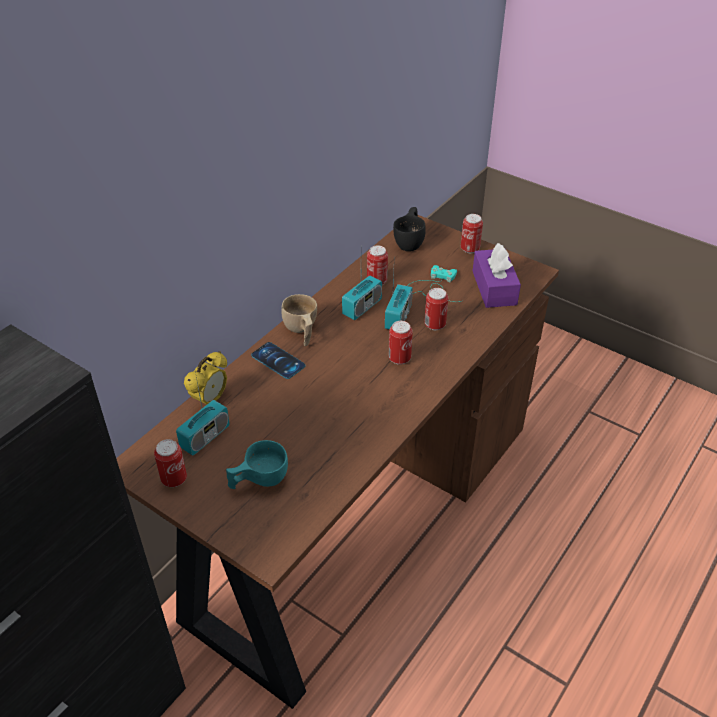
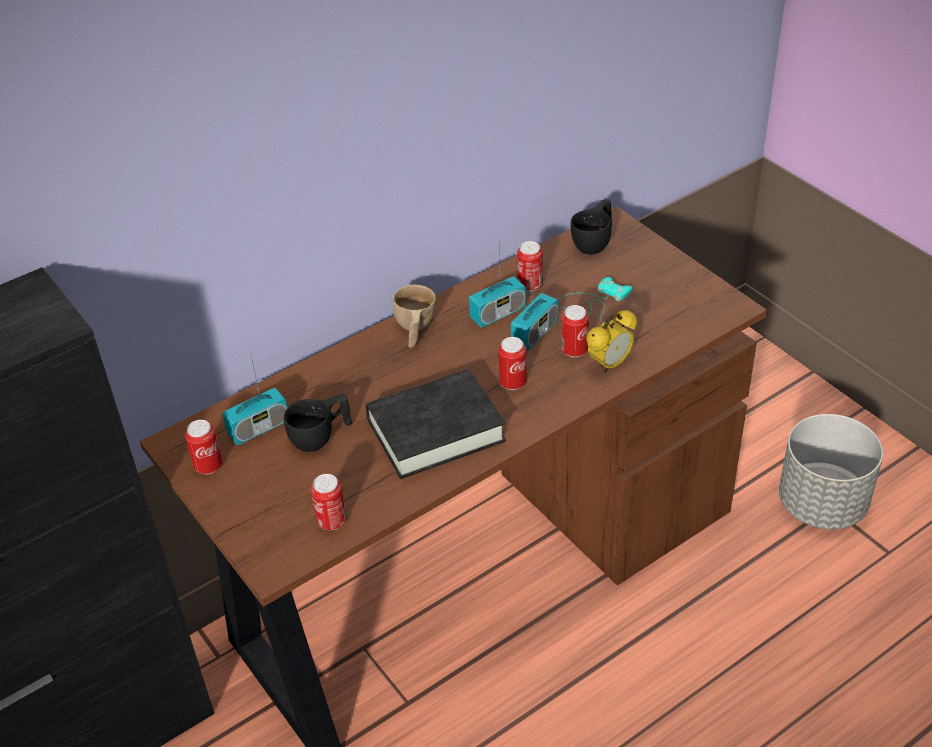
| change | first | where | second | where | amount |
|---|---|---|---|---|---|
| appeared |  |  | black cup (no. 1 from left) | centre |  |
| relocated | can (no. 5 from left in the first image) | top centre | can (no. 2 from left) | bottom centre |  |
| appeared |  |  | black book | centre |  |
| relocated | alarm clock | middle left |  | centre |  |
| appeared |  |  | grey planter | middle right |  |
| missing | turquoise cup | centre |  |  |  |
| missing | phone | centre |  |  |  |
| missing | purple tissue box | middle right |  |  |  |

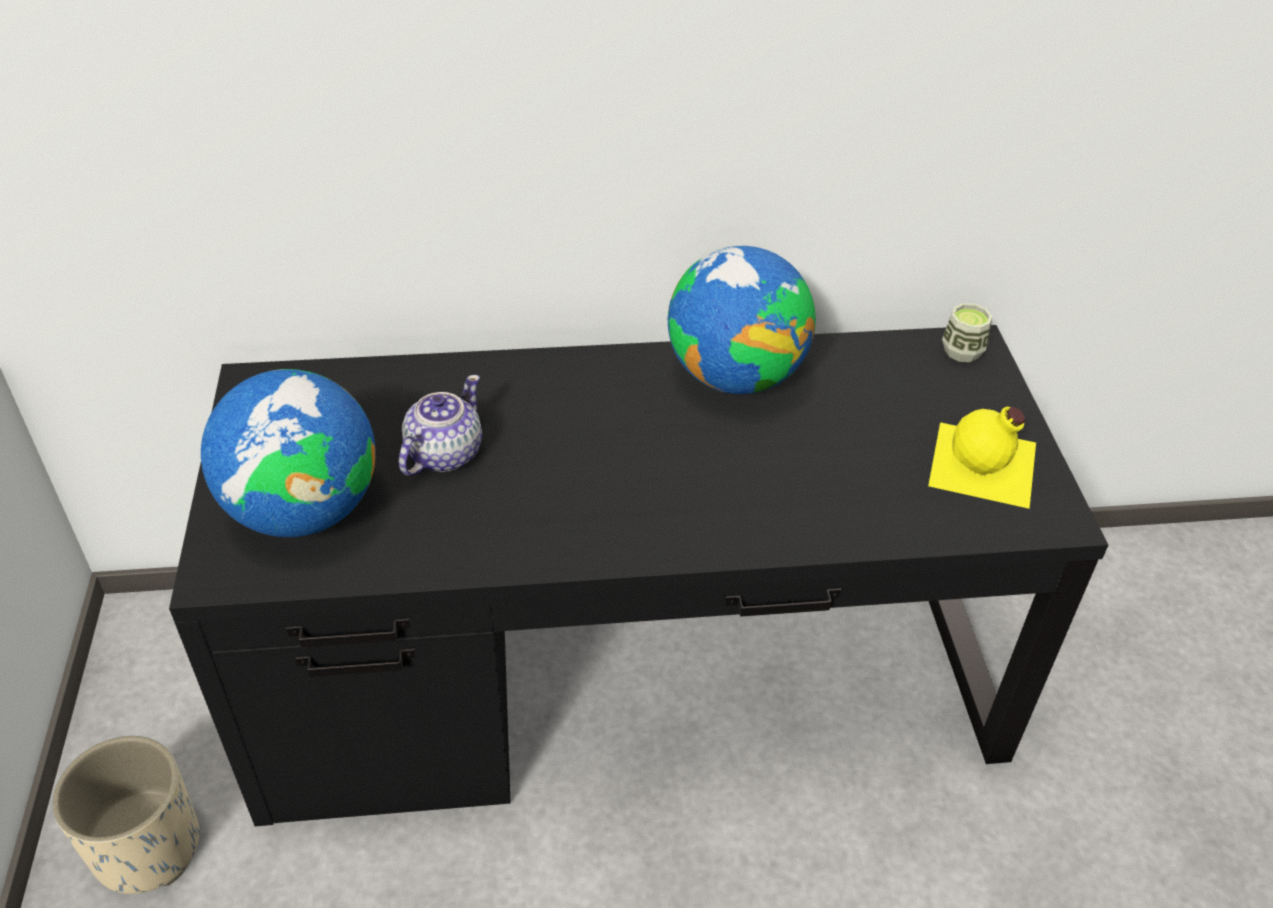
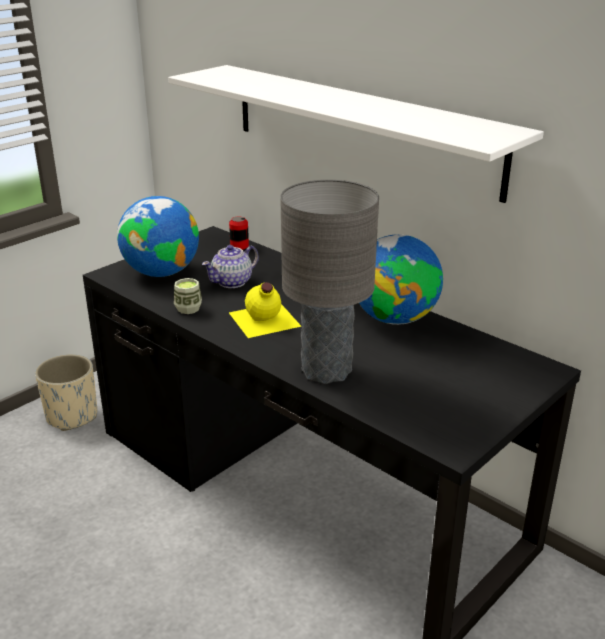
| change | first | where | second | where | amount |
|---|---|---|---|---|---|
| appeared |  |  | white shelf | top centre |  |
| relocated | cup | middle right |  | middle left |  |
| spun | teapot | centre |  | centre | 150 degrees clockwise |
| appeared |  |  | can | centre |  |
| relocated | yellow bottle | middle right |  | centre |  |
| appeared |  |  | grey table lamp | centre |  |

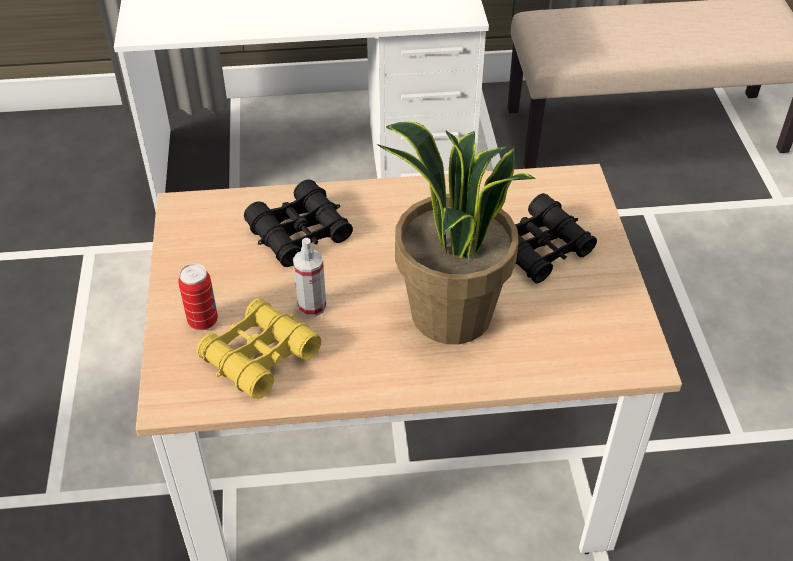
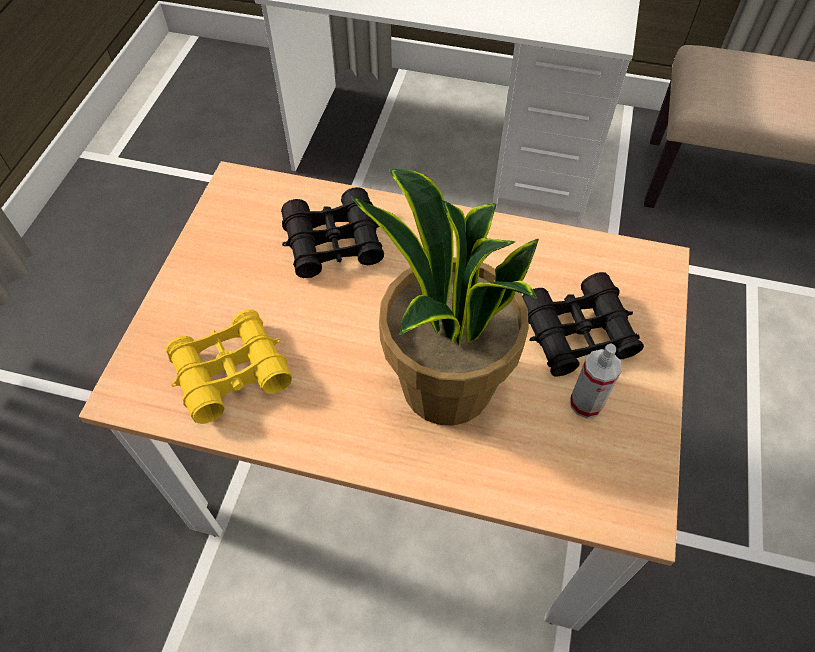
| change | first | where | second | where | amount |
|---|---|---|---|---|---|
| relocated | spray bottle | centre |  | middle right |  |
| missing | can | middle left |  |  |  |

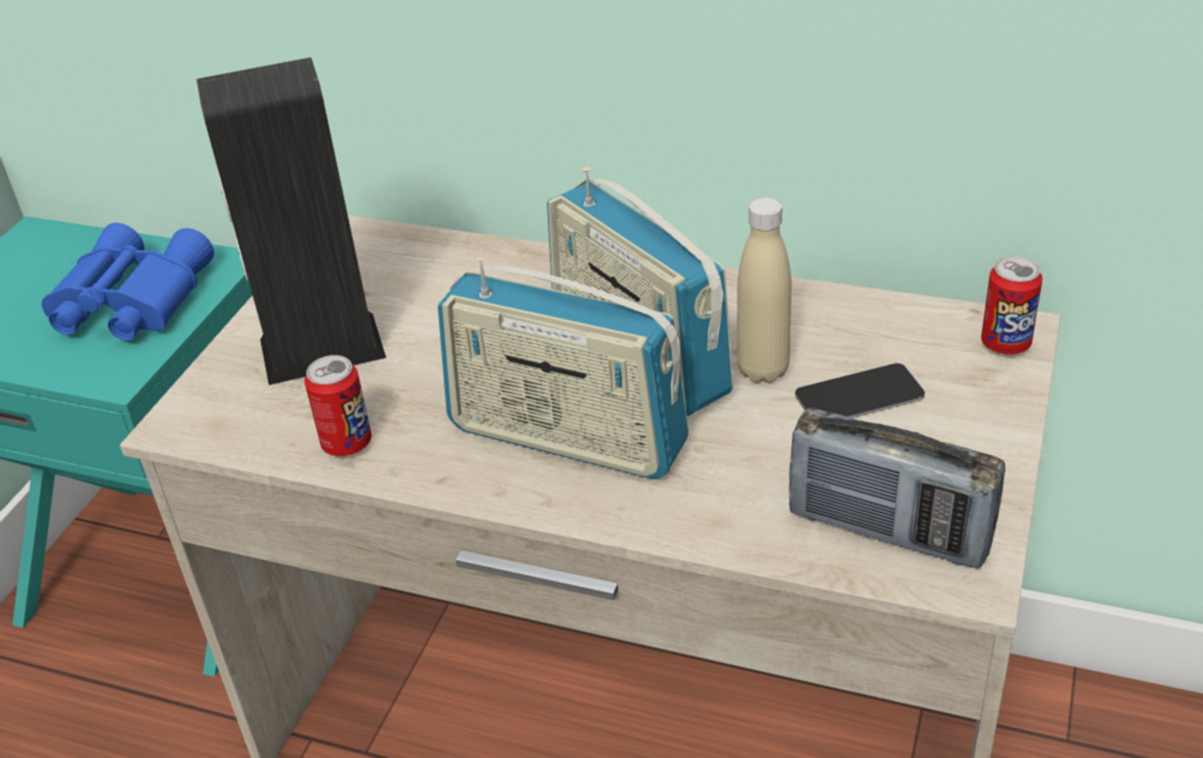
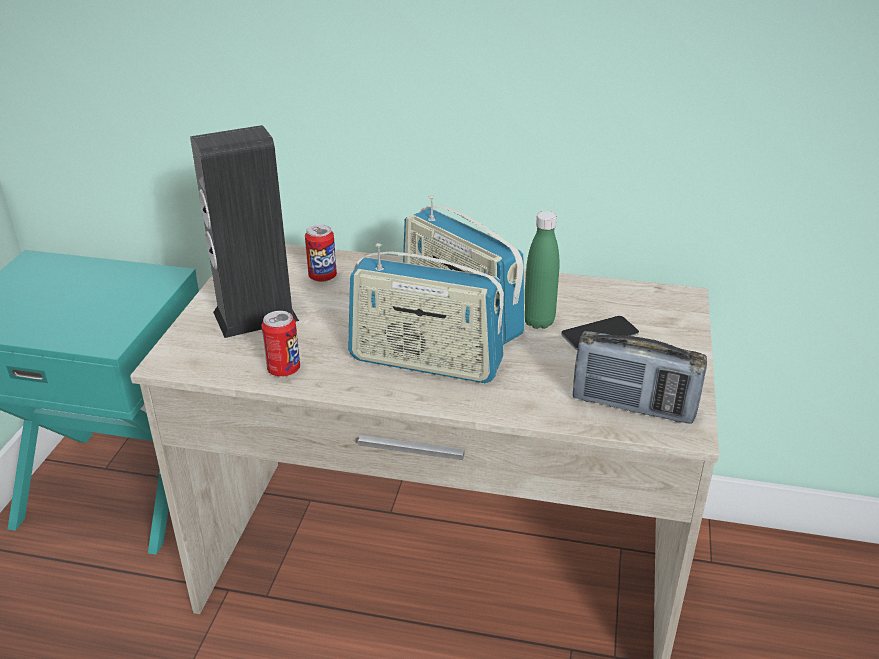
| change | first | where | second | where | amount |
|---|---|---|---|---|---|
| relocated | can (no. 2 from left) | middle right |  | centre |  |
| colour | beige bottle | centre | green bottle | centre |  |
| missing | blue binoculars | middle left |  |  |  |

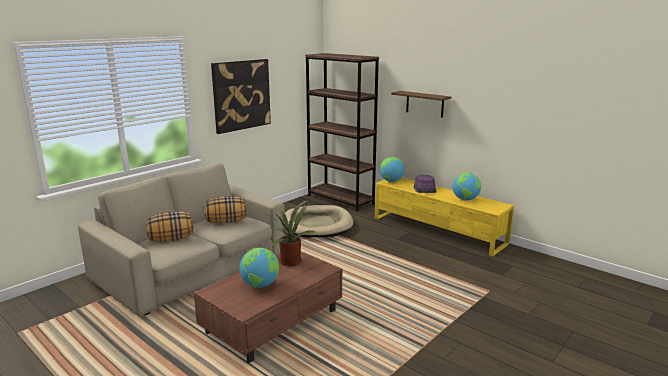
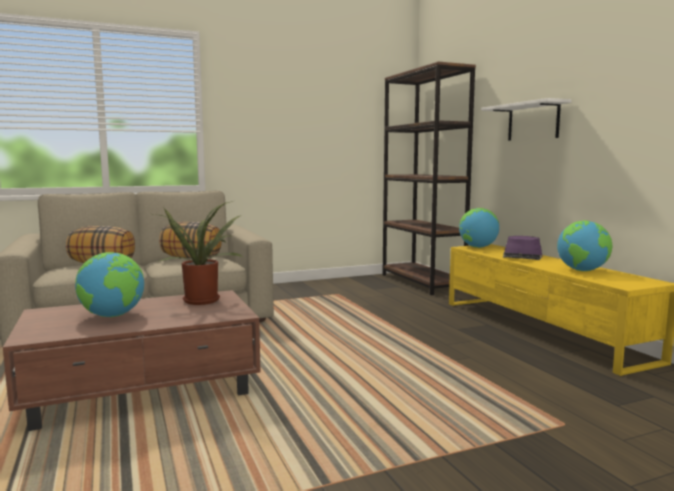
| change | first | where | second | where | amount |
|---|---|---|---|---|---|
| colour | brown shelf | top centre | white shelf | top right |  |
| missing | picture | top centre |  |  |  |
| missing | beige dog bed | centre |  |  |  |

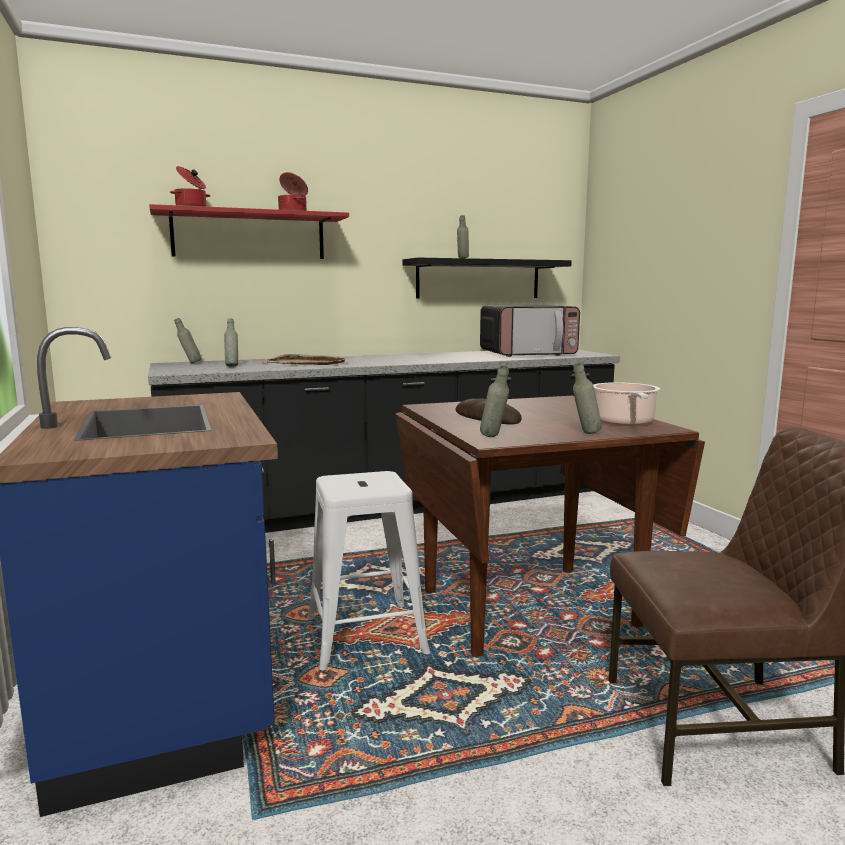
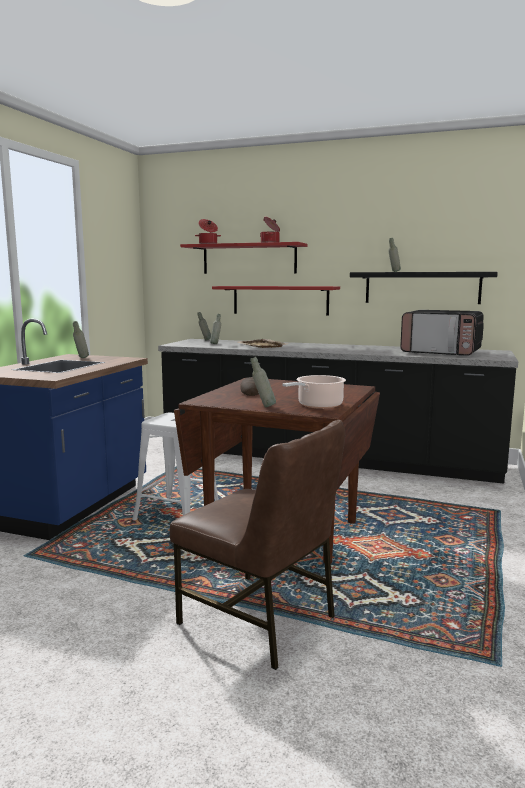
| change | first | where | second | where | amount |
|---|---|---|---|---|---|
| relocated | grey bottle (no. 4 from left in the first image) | centre | grey bottle (no. 1 from left) | middle left |  |
| appeared |  |  | red shelf (no. 2 from left) | centre |  |

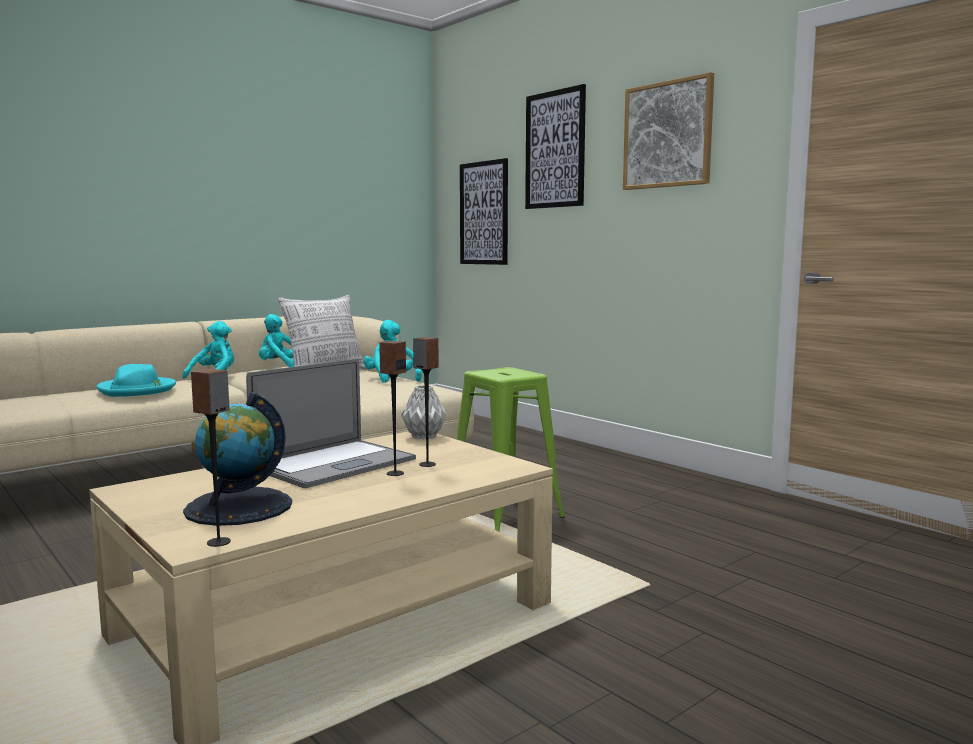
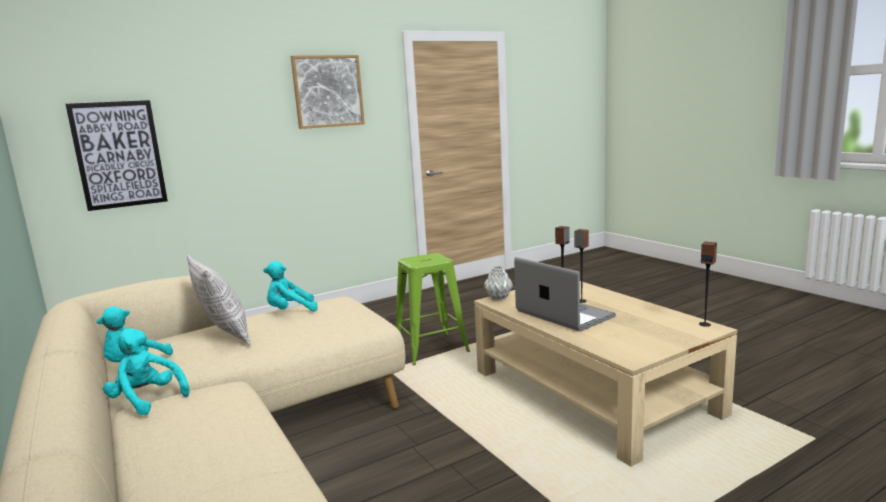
| change | first | where | second | where | amount |
|---|---|---|---|---|---|
| missing | turquoise hat | middle left |  |  |  |
| missing | globe | middle left |  |  |  |
| missing | picture (no. 2 from left) | top centre |  |  |  |

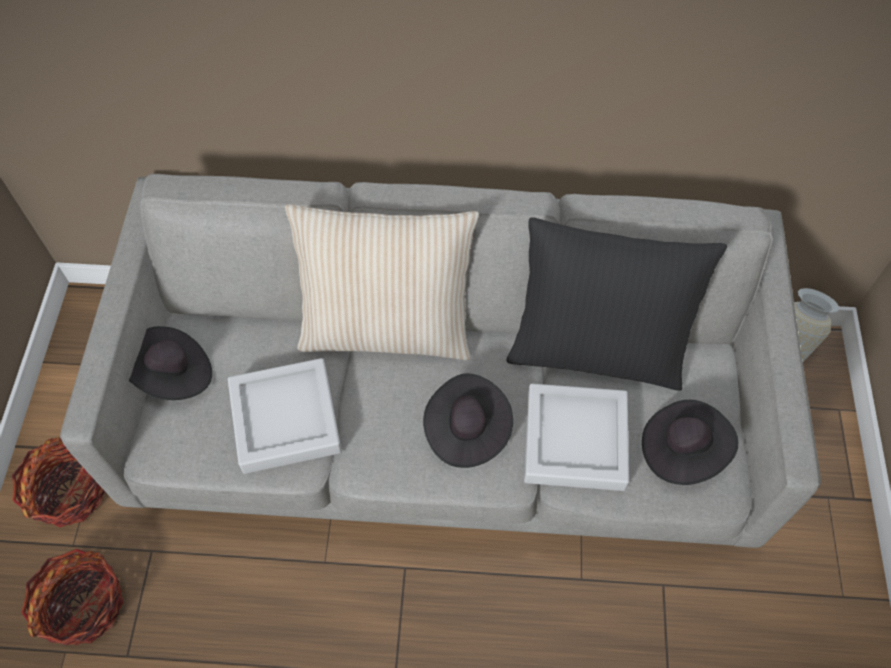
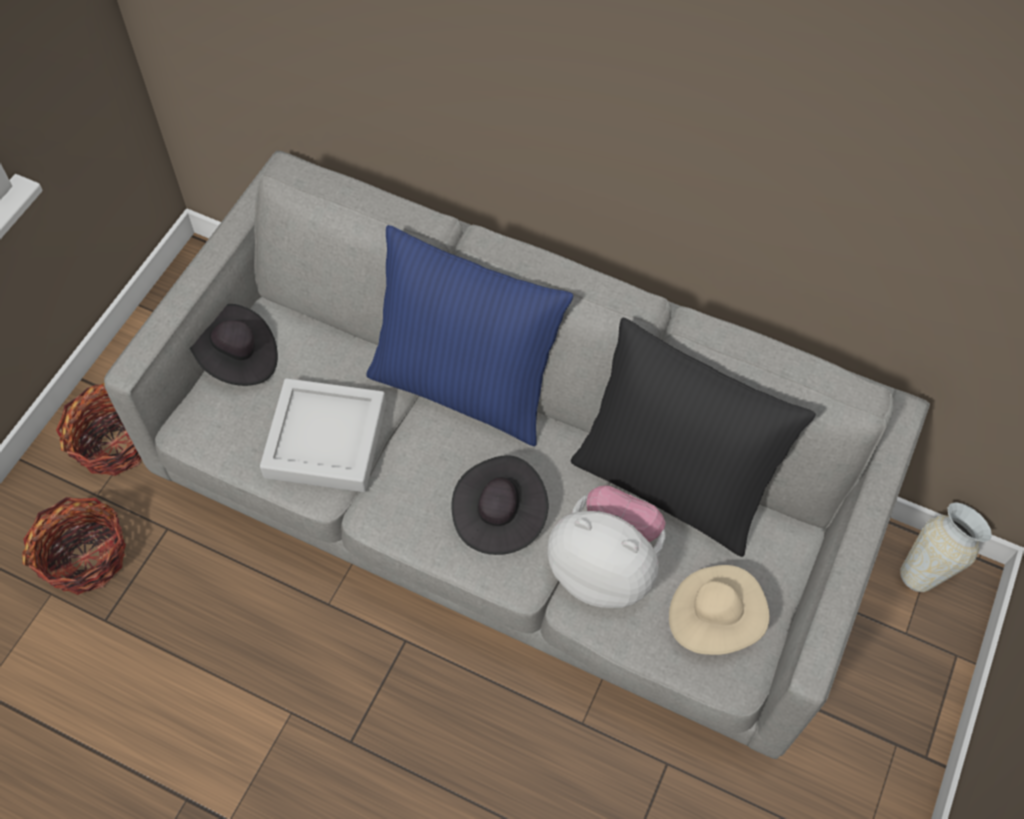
| change | first | where | second | where | amount |
|---|---|---|---|---|---|
| colour | beige pillow | centre | blue pillow | centre |  |
| exchanged | grey tray (no. 2 from left) | centre | plush toy | bottom centre |  |
| colour | black hat (no. 3 from left) | middle right | beige hat | bottom right |  |

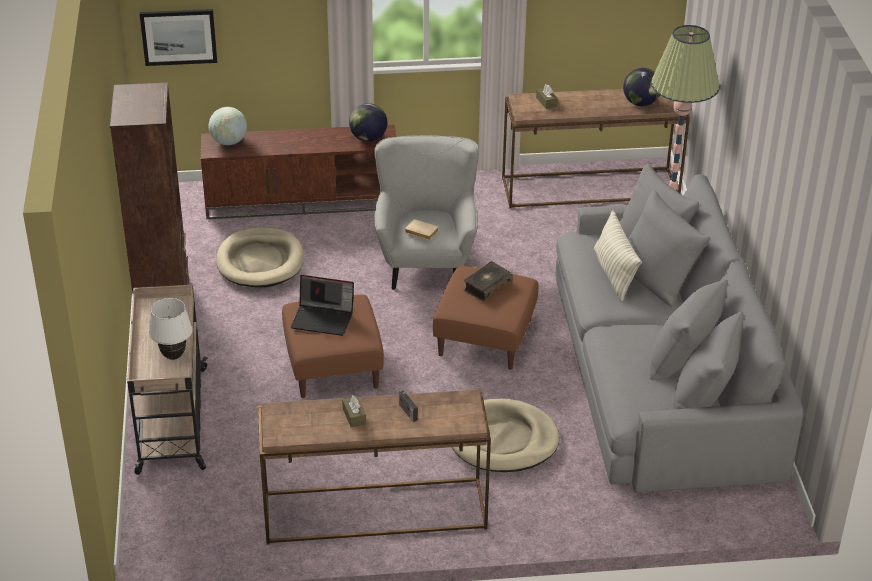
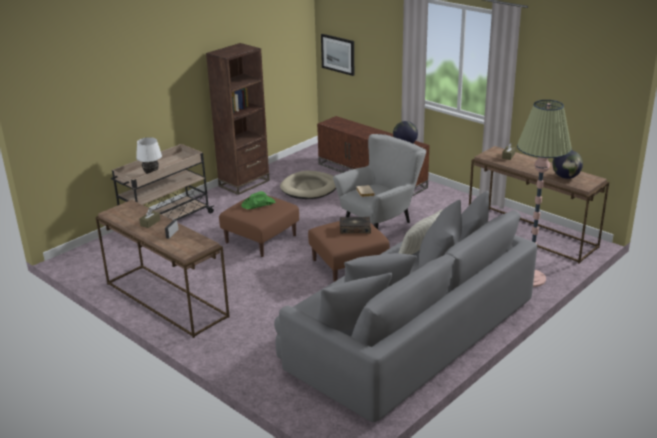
| change | first | where | second | where | amount |
|---|---|---|---|---|---|
| exchanged | laptop | centre | green hat | centre |  |
| missing | globe (no. 1 from left) | top left |  |  |  |
| missing | beige dog bed (no. 2 from left) | bottom centre |  |  |  |

